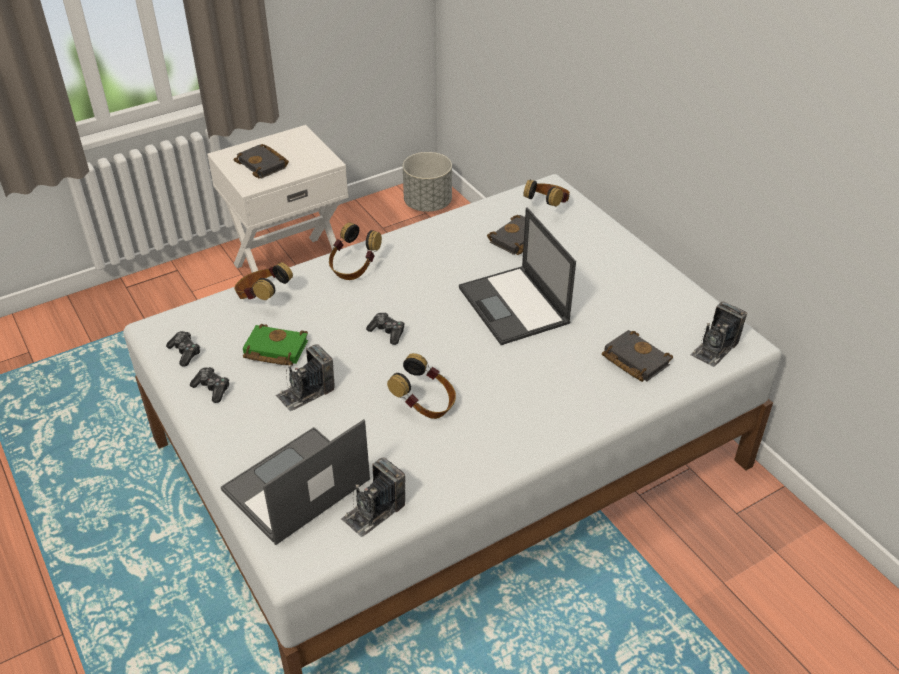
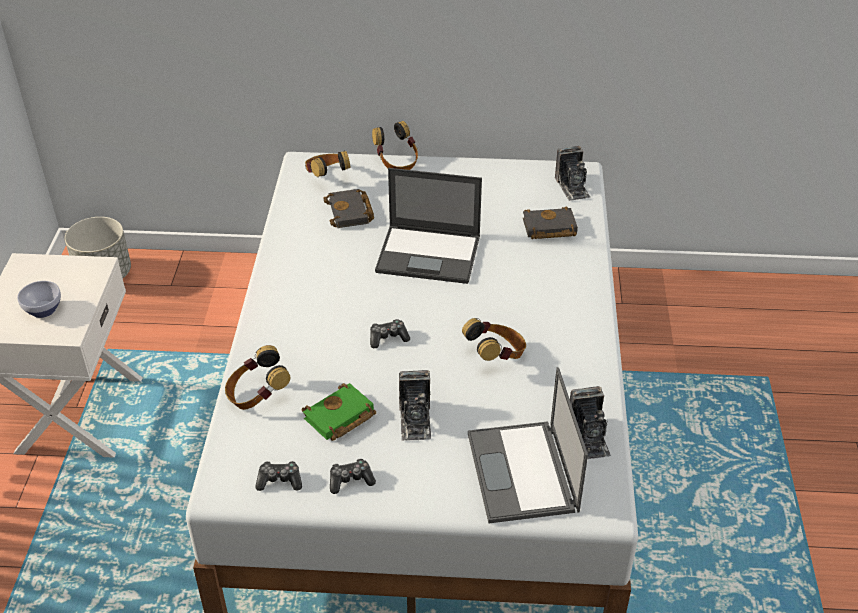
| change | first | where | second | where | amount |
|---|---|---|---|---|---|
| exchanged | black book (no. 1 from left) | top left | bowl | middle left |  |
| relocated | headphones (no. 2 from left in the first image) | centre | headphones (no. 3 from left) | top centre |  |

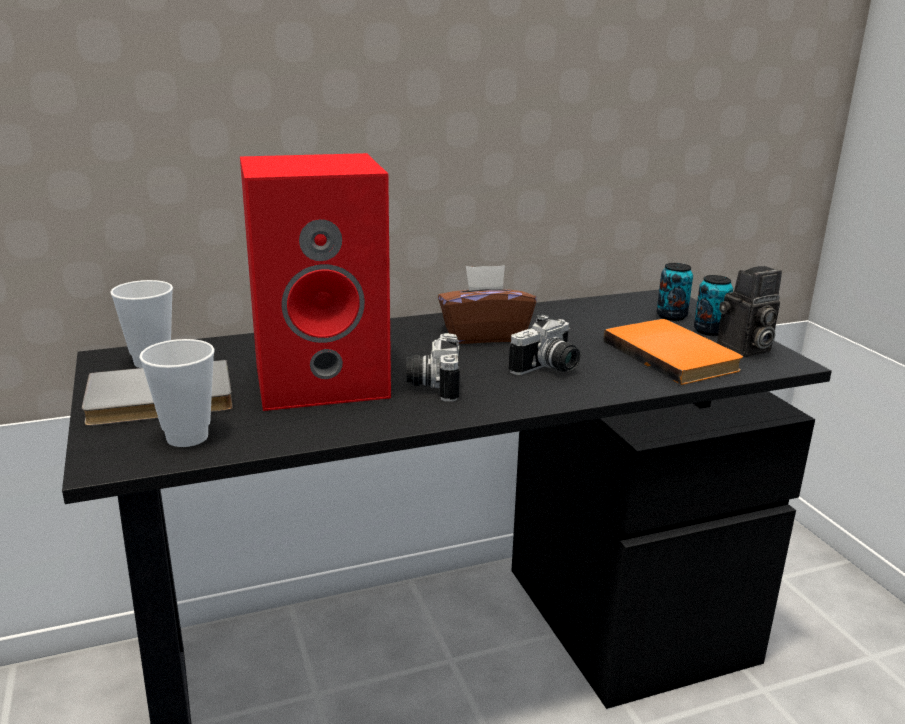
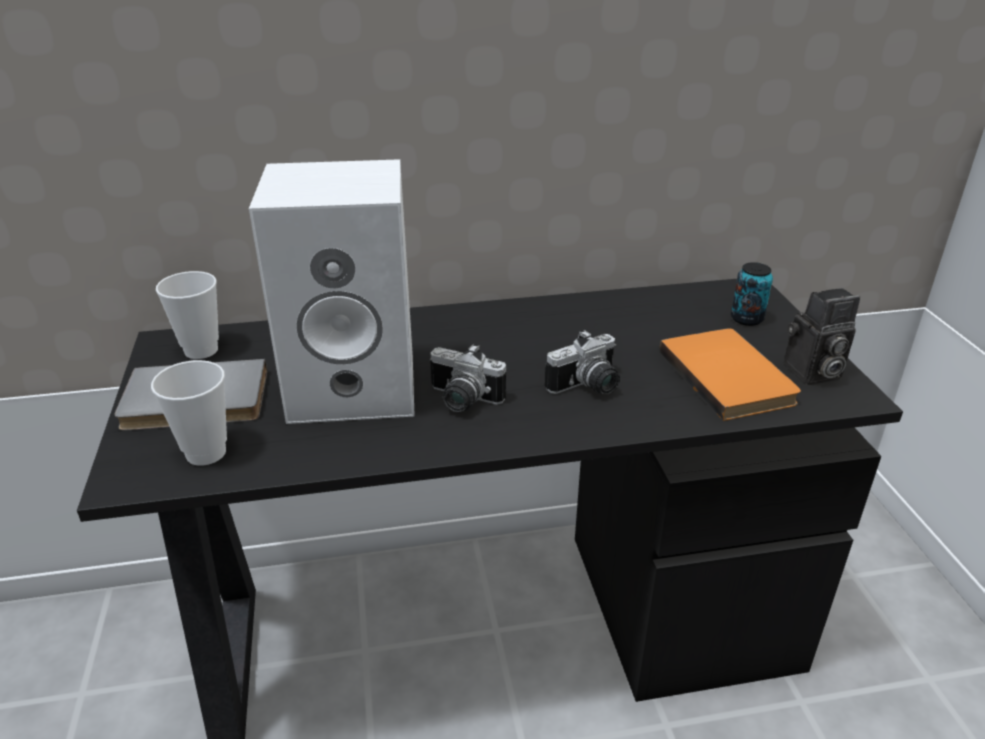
| change | first | where | second | where | amount |
|---|---|---|---|---|---|
| colour | red speaker | centre | white speaker | centre |  |
| spun | photo camera (no. 1 from left) | centre |  | centre | 75 degrees counterclockwise |
| missing | brown tissue box | centre |  |  |  |
| missing | can (no. 2 from left) | middle right |  |  |  |

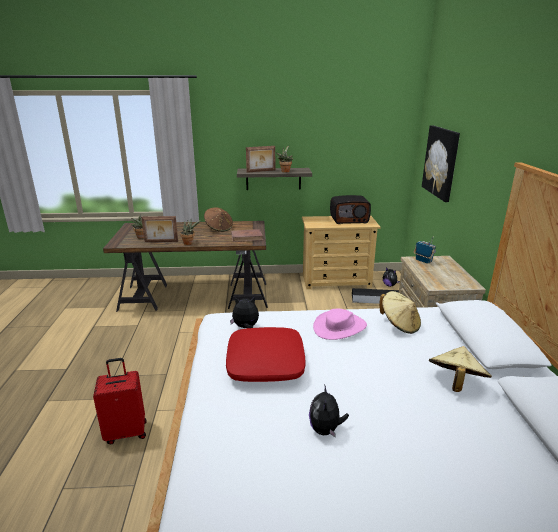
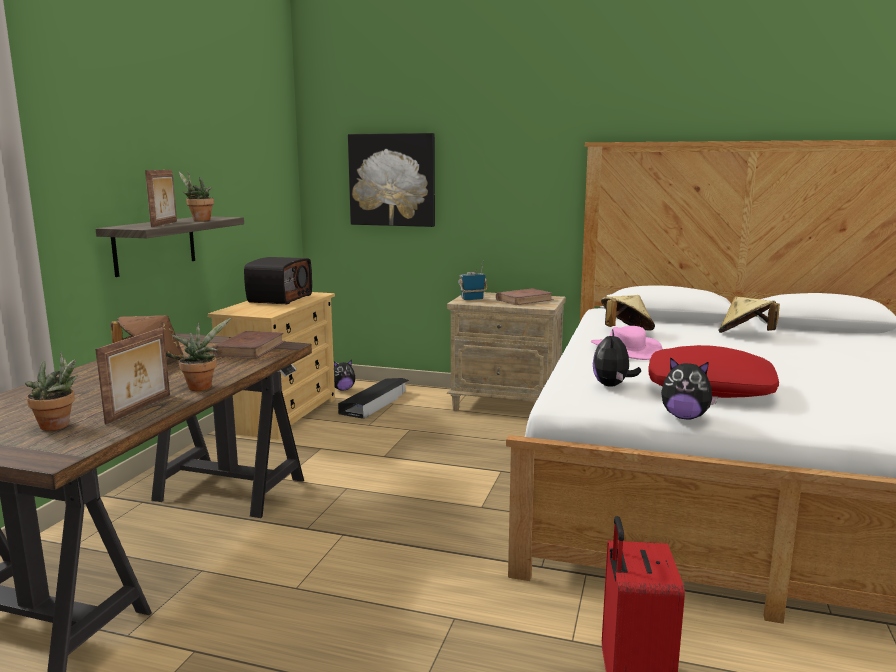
| change | first | where | second | where | amount |
|---|---|---|---|---|---|
| appeared |  |  | brown book (no. 2 from left) | centre |  |
| relocated | plush toy (no. 2 from left in the first image) | bottom centre | plush toy (no. 3 from left) | middle right |  |

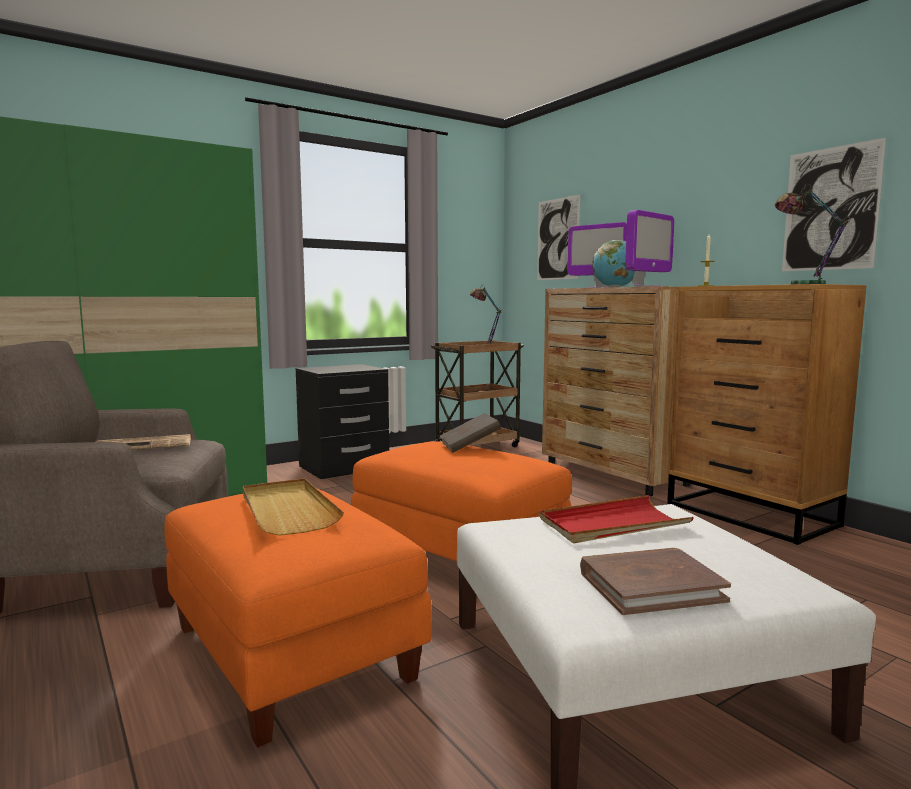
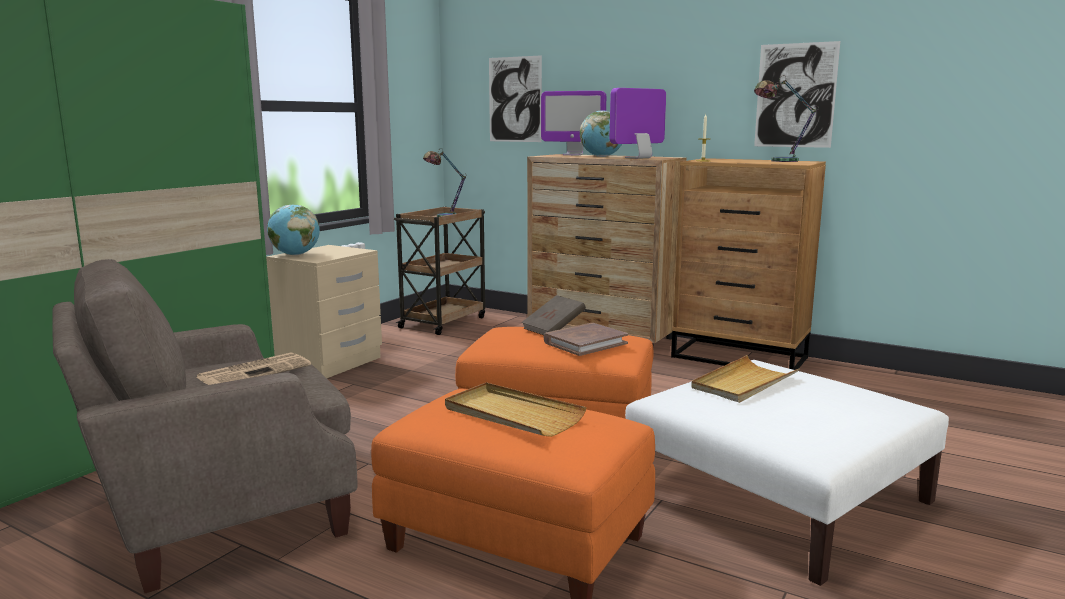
| change | first | where | second | where | amount |
|---|---|---|---|---|---|
| colour | black nightstand | centre | beige nightstand | middle left |  |
| appeared |  |  | globe (no. 1 from left) | middle left |  |
| relocated | brown book (no. 2 from left) | bottom right |  | centre |  |
| spun | monitor (no. 2 from left) | top right |  | top centre | 150 degrees counterclockwise |
| colour | red tray | middle right | beige tray (no. 2 from left) | middle right |  |

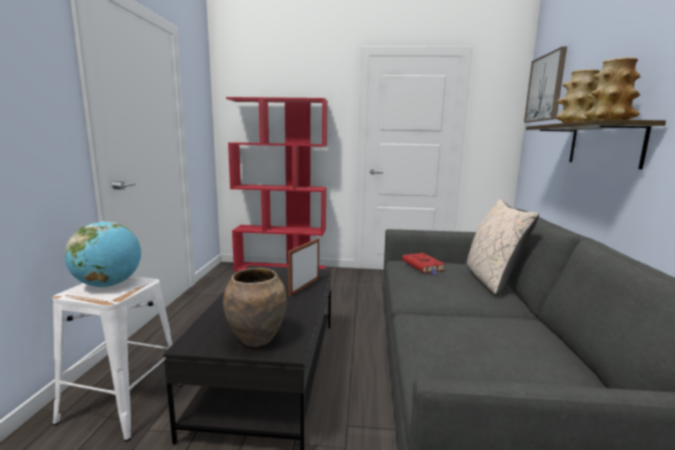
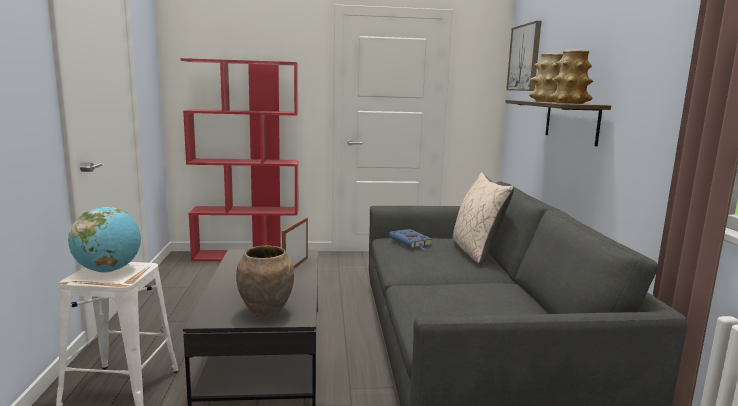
| change | first | where | second | where | amount |
|---|---|---|---|---|---|
| colour | red book | centre | blue book | centre |  |

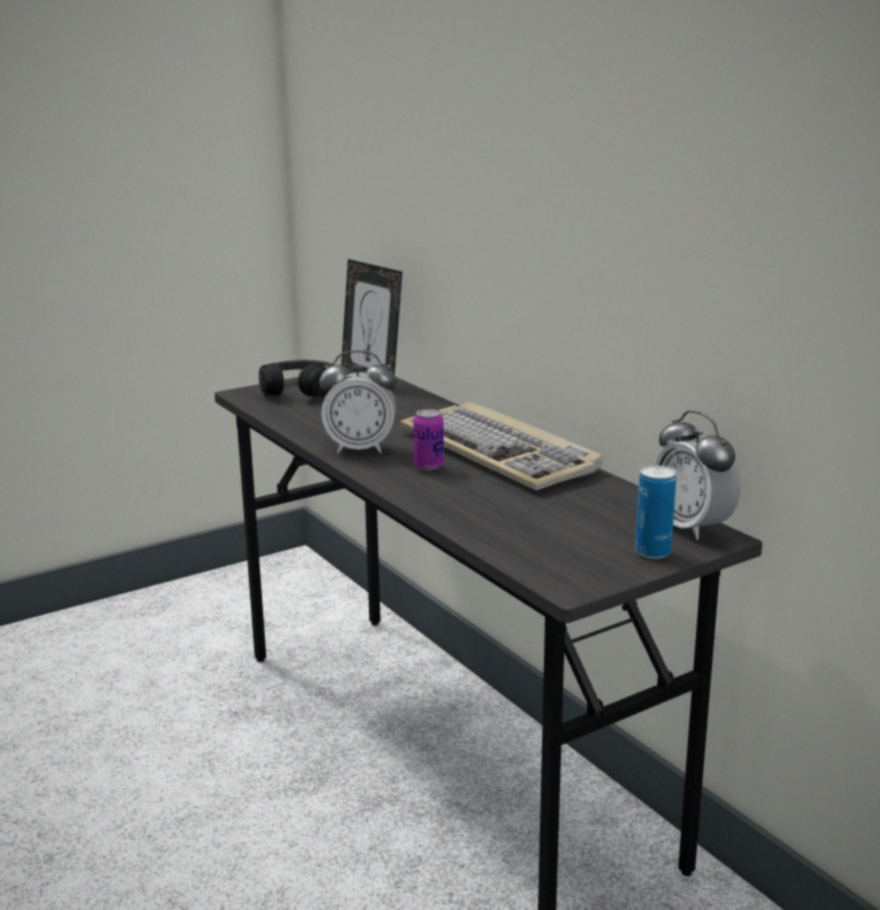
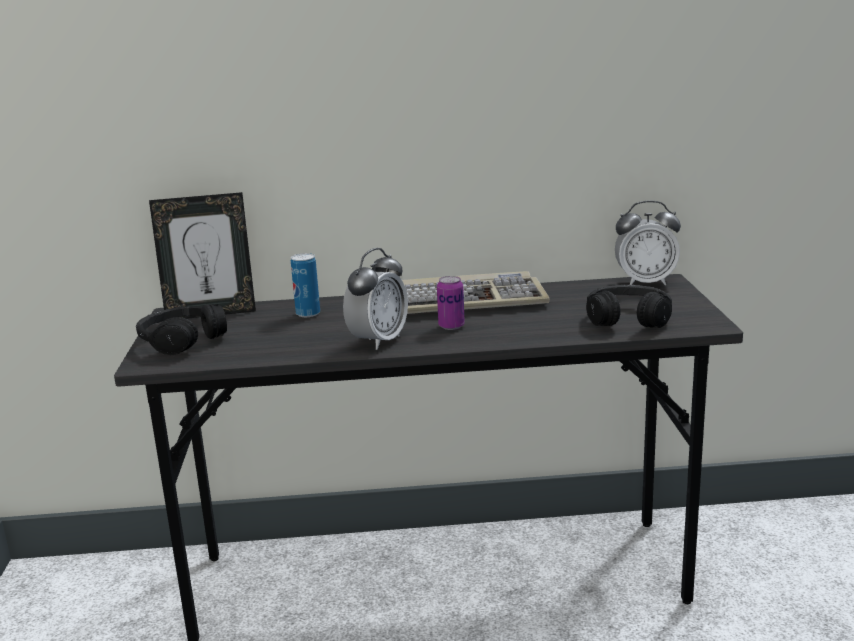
| change | first | where | second | where | amount |
|---|---|---|---|---|---|
| relocated | can (no. 2 from left in the first image) | middle right | can (no. 1 from left) | centre |  |
| appeared |  |  | black headphones (no. 2 from left) | middle right |  |

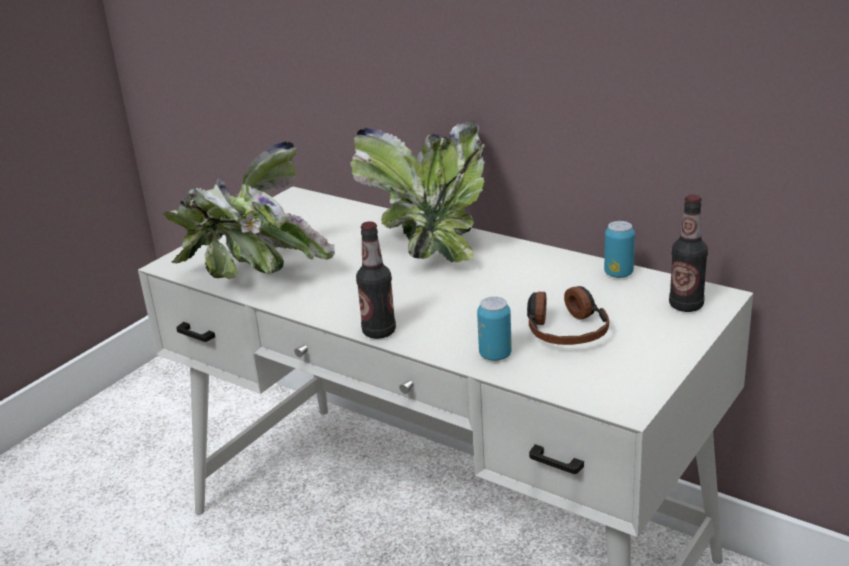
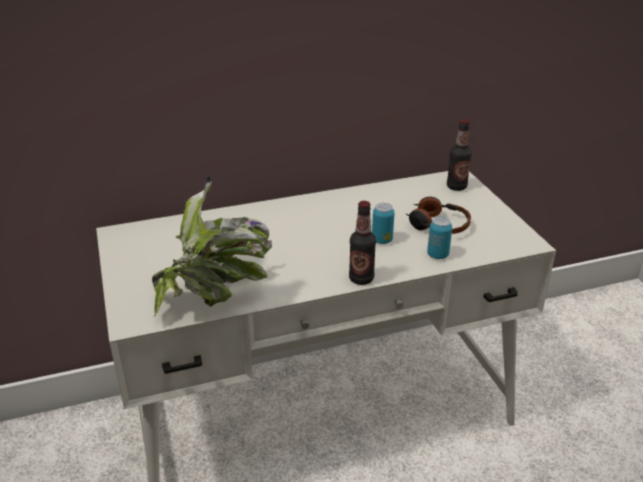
| change | first | where | second | where | amount |
|---|---|---|---|---|---|
| relocated | can (no. 2 from left in the first image) | middle right | can (no. 1 from left) | centre |  |
| missing | potted plant (no. 2 from left) | centre |  |  |  |

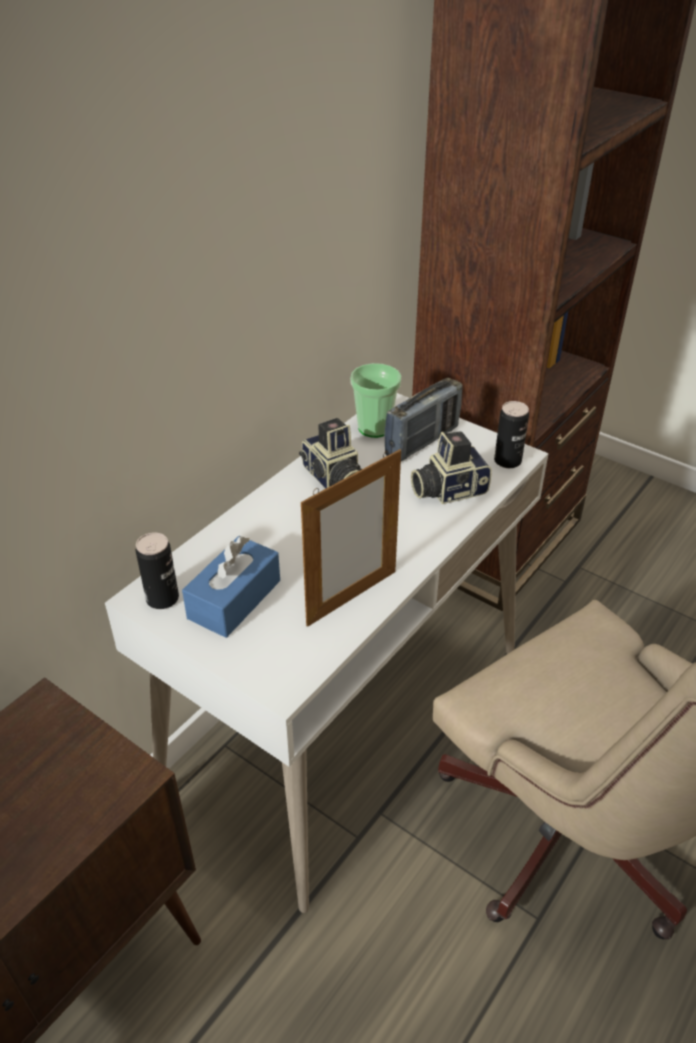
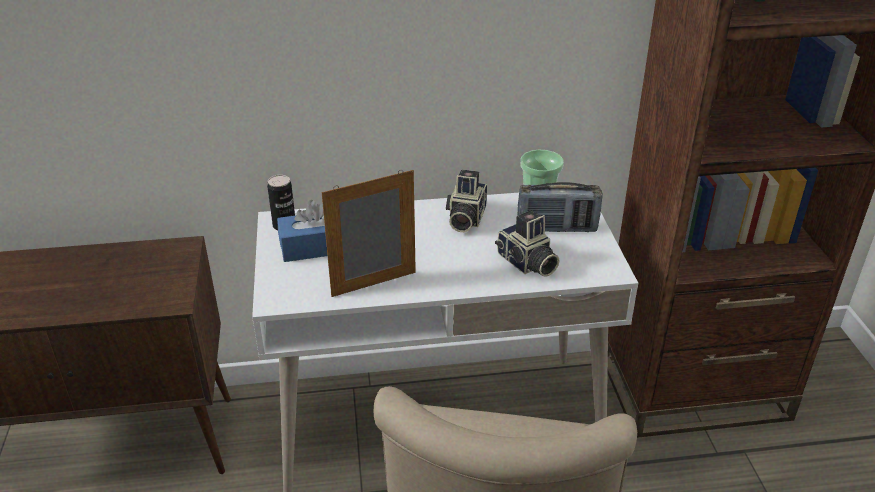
| change | first | where | second | where | amount |
|---|---|---|---|---|---|
| spun | picture frame | centre |  | centre | 150 degrees clockwise |
| spun | photo camera (no. 2 from left) | centre |  | centre | 150 degrees counterclockwise |
| missing | can (no. 2 from left) | middle right |  |  |  |

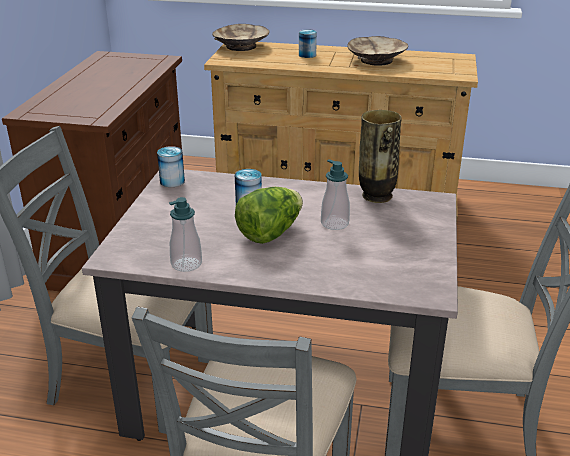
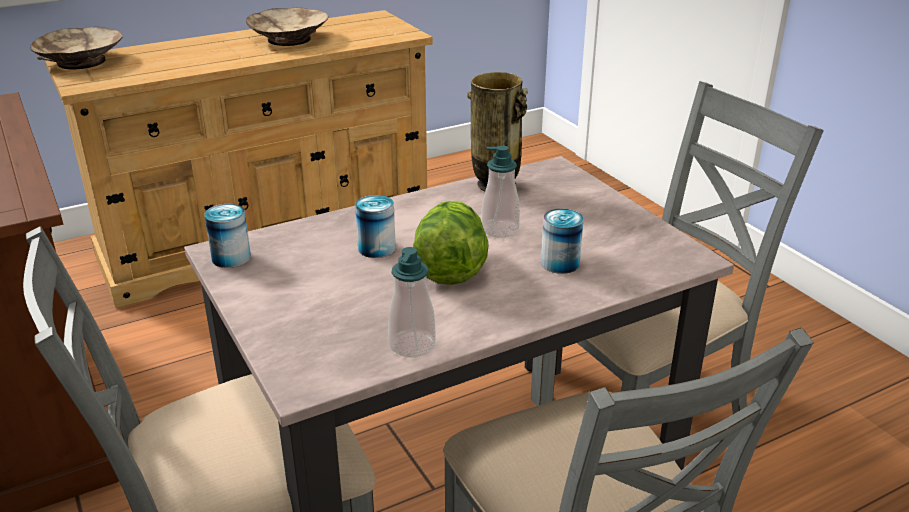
| change | first | where | second | where | amount |
|---|---|---|---|---|---|
| relocated | can (no. 3 from left) | top centre |  | centre |  |

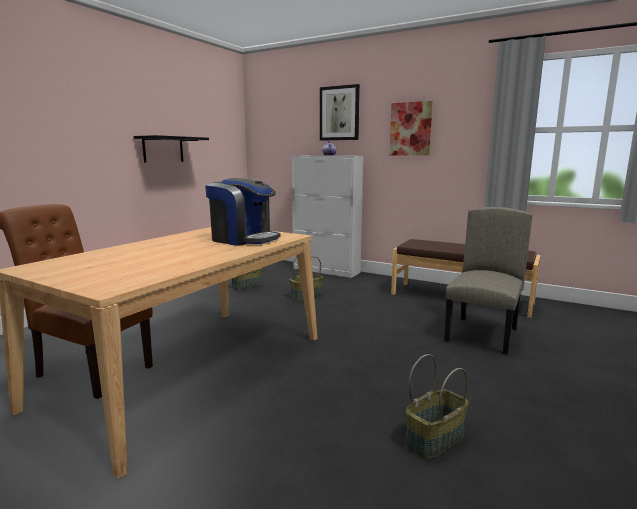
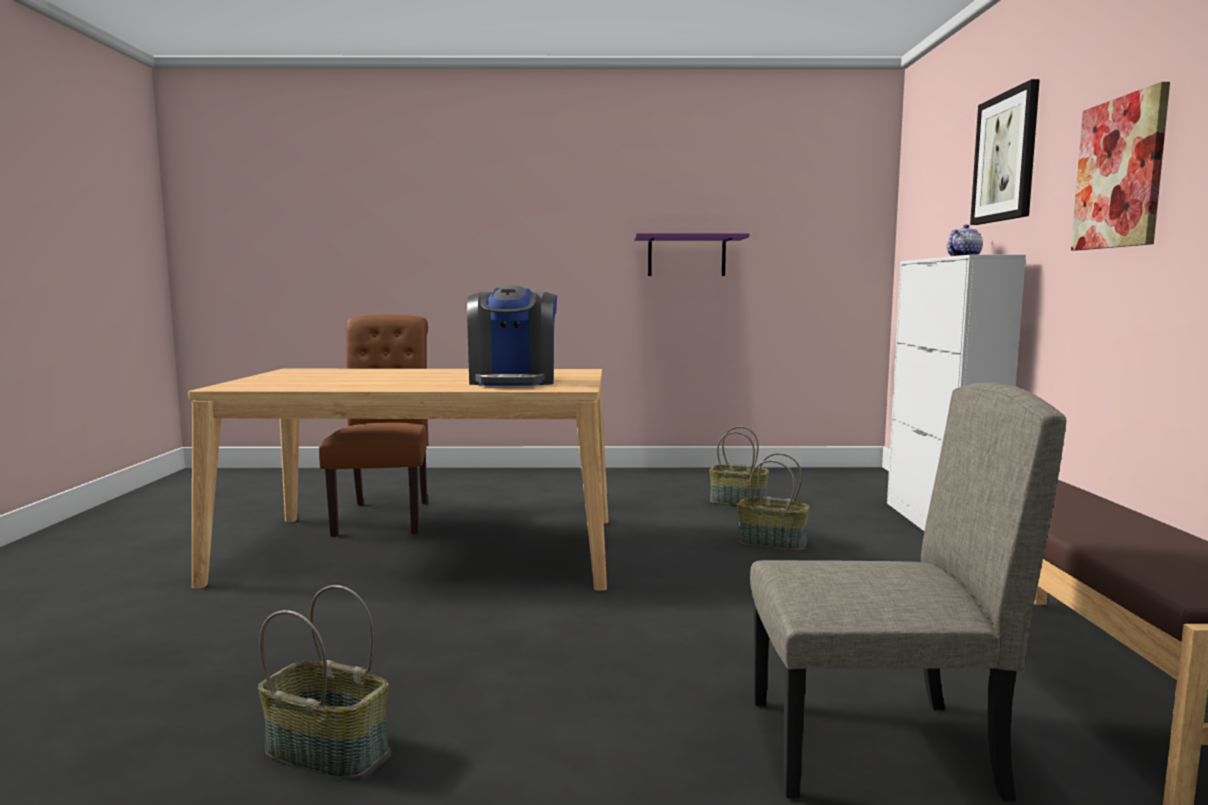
| change | first | where | second | where | amount |
|---|---|---|---|---|---|
| colour | black shelf | top left | purple shelf | top centre |  |

